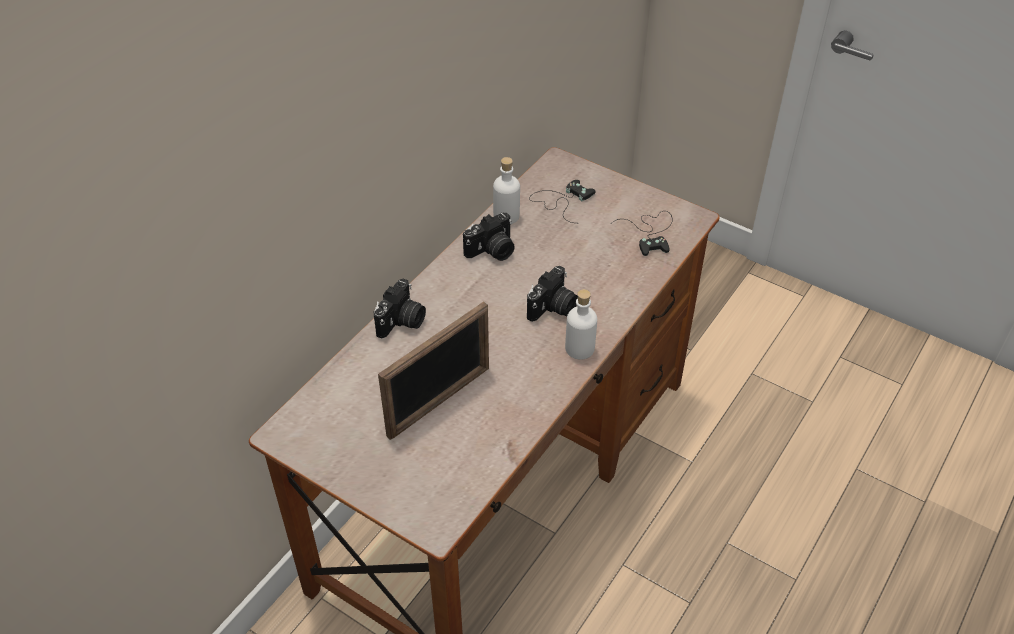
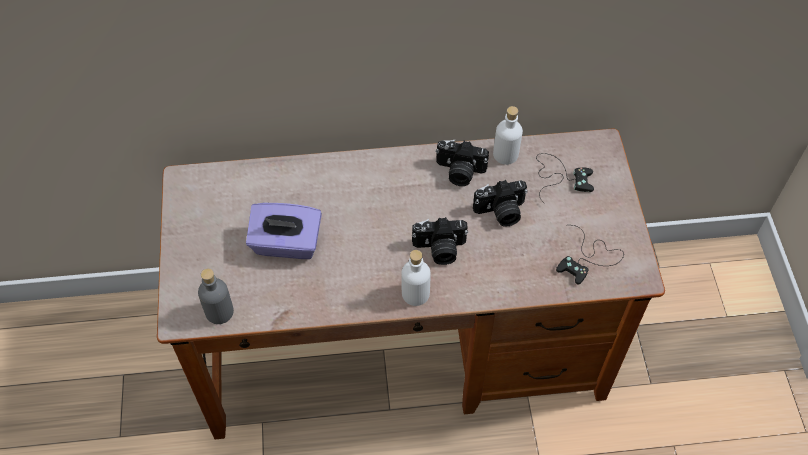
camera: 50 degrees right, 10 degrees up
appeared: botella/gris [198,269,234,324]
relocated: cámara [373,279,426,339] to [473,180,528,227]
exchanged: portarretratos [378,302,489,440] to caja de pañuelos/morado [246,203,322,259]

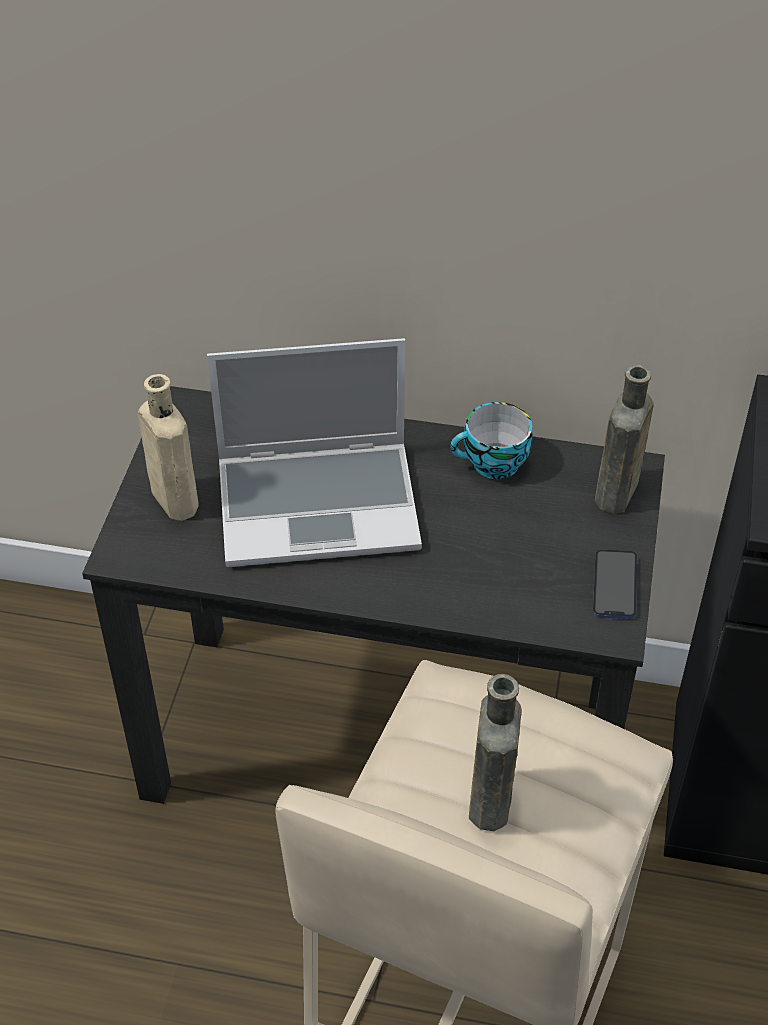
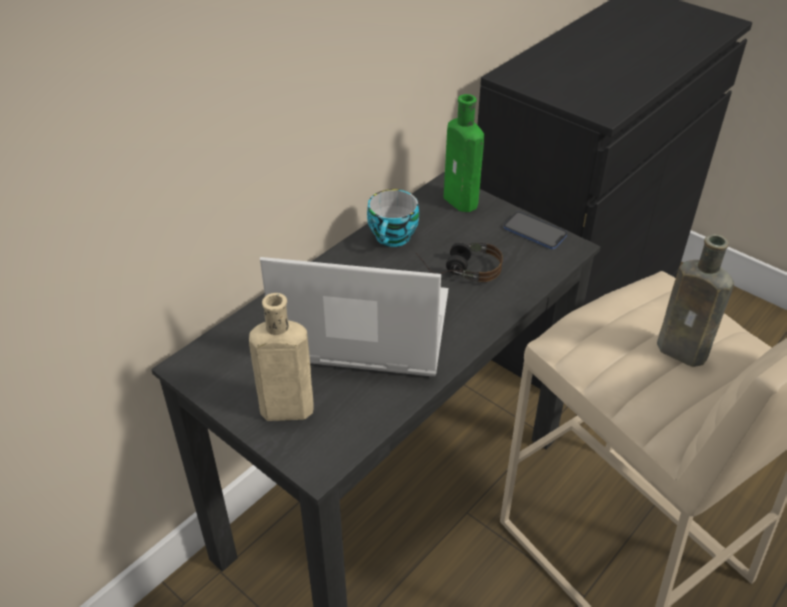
camera: 60 degrees left, 5 degrees down
appeared: auriculares [415,243,503,282]
colour: botella/marrón [595,364,653,514] to botella/verde [444,94,484,212]
spun: portátil [207,338,422,567] = [260,257,448,376] 105 degrees counterclockwise

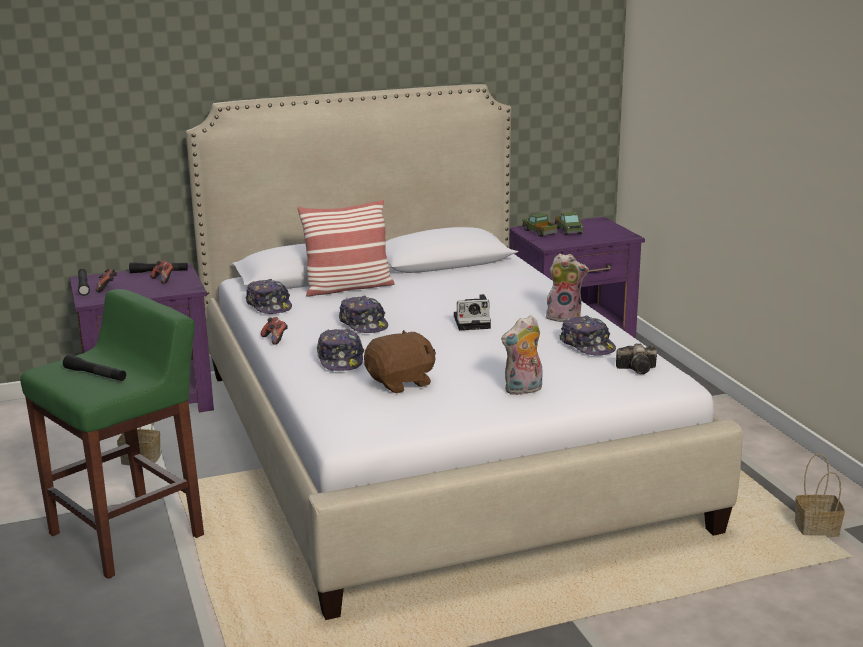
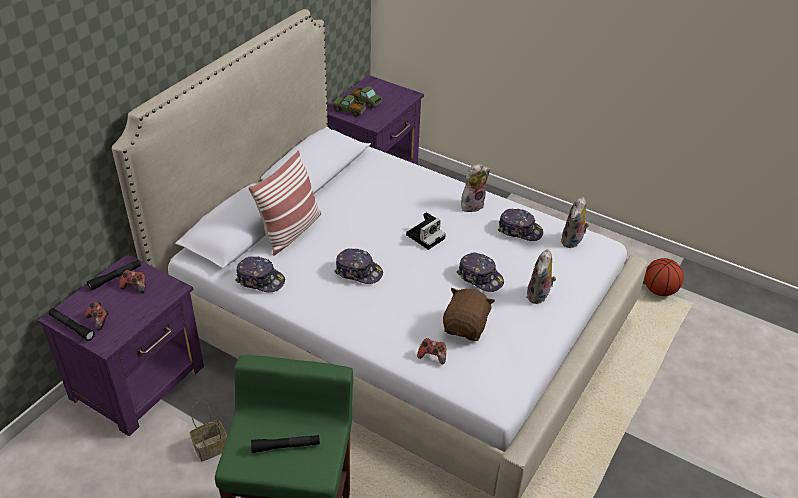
camera: 40 degrees left, 20 degrees up
relocated: mando de consola [261,317,288,345] to [417,338,446,364]; gorra [317,329,364,371] to [457,252,504,292]
exchanged: cámara [616,343,657,374] to peluche [561,196,589,248]; cesta [795,453,845,537] to balón de baloncesto [644,258,684,296]

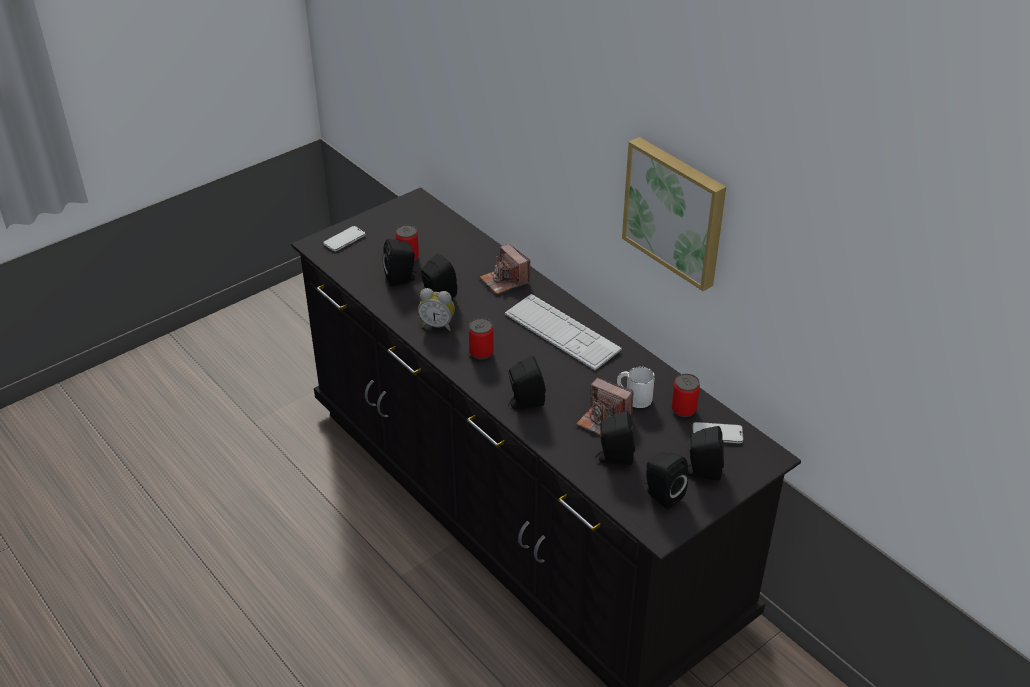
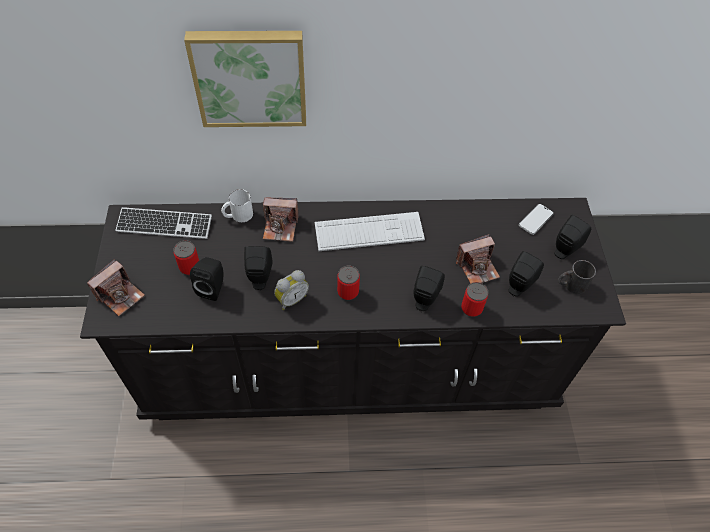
camera: 55 degrees left, 15 degrees up
appeared: teclado [115,207,212,239]
relocated: taza grande/blanco [617,366,655,408] to [221,189,253,222]; cuadro [622,137,726,291] to [184,31,306,127]; lata [672,374,700,417] to [461,282,488,317]
exchanged: móvil [323,226,366,251] to cámara [87,259,145,316]; altavoz/negro [646,452,688,510] to taza grande/negro [558,260,596,294]

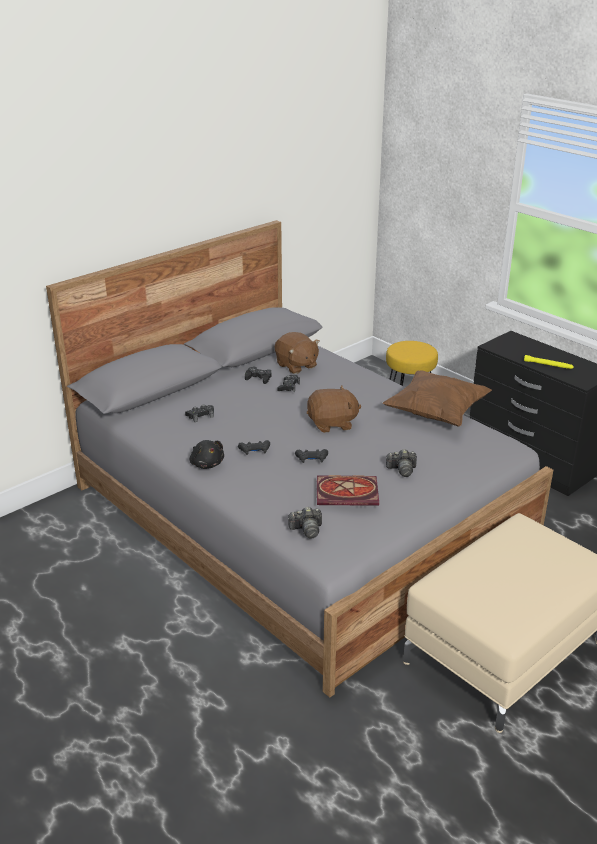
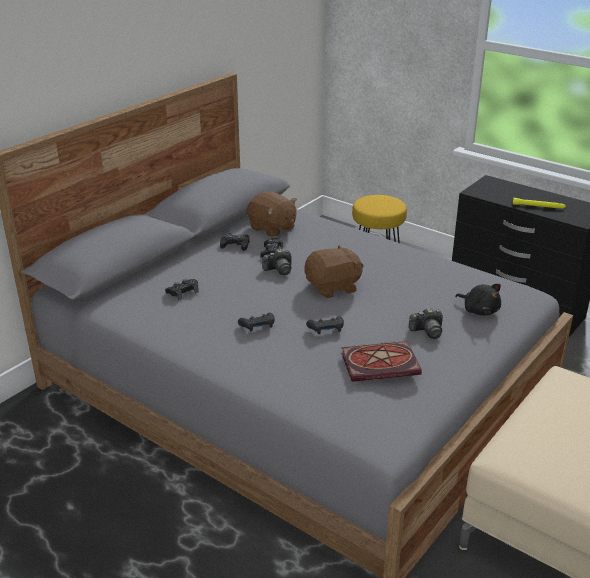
camera: 10 degrees left, 0 degrees up
missing: cojín/marrón [383,371,492,427]
relocated: peluche/negro [190,440,224,469] to [455,284,501,316]; cámara [288,507,322,538] to [262,249,291,275]

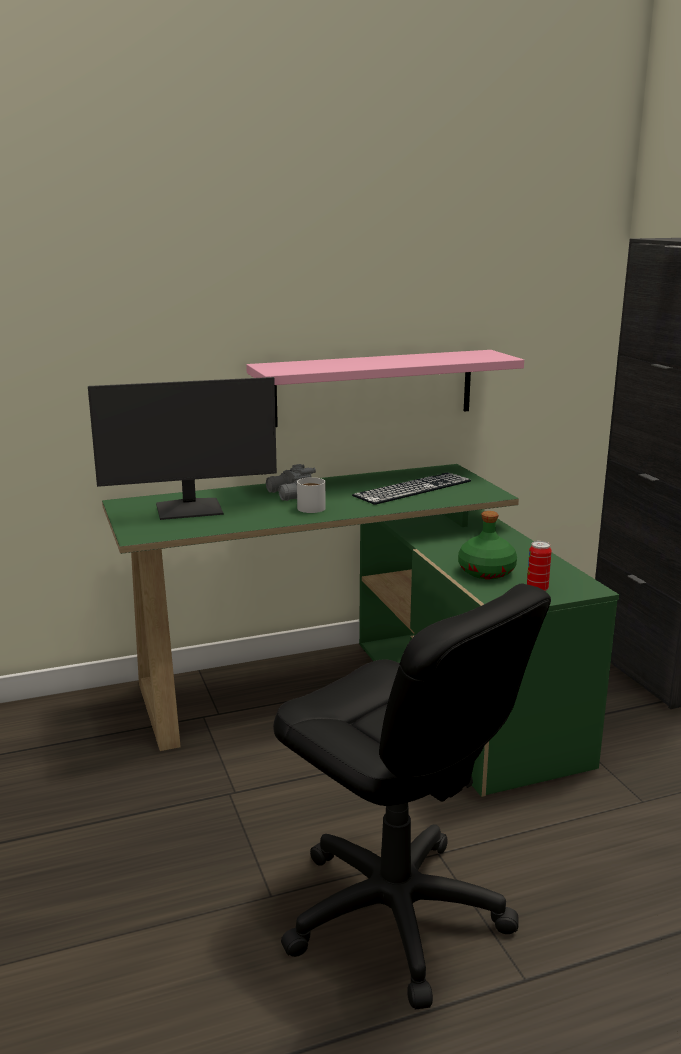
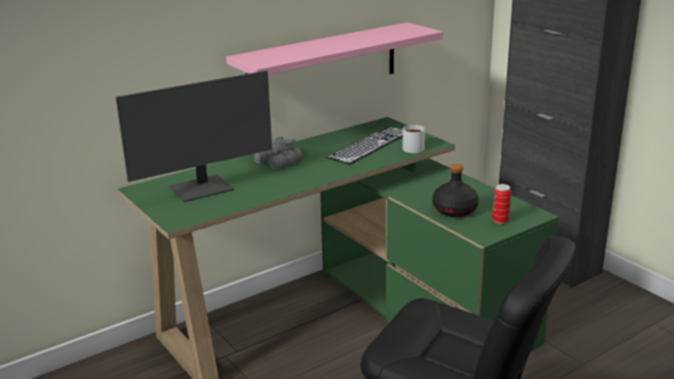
camera: 15 degrees left, 5 degrees up
relocated: taza grande/blanco [297,477,326,513] to [403,125,425,153]
colour: botella/verde [458,511,517,579] to botella/negro [432,164,479,217]

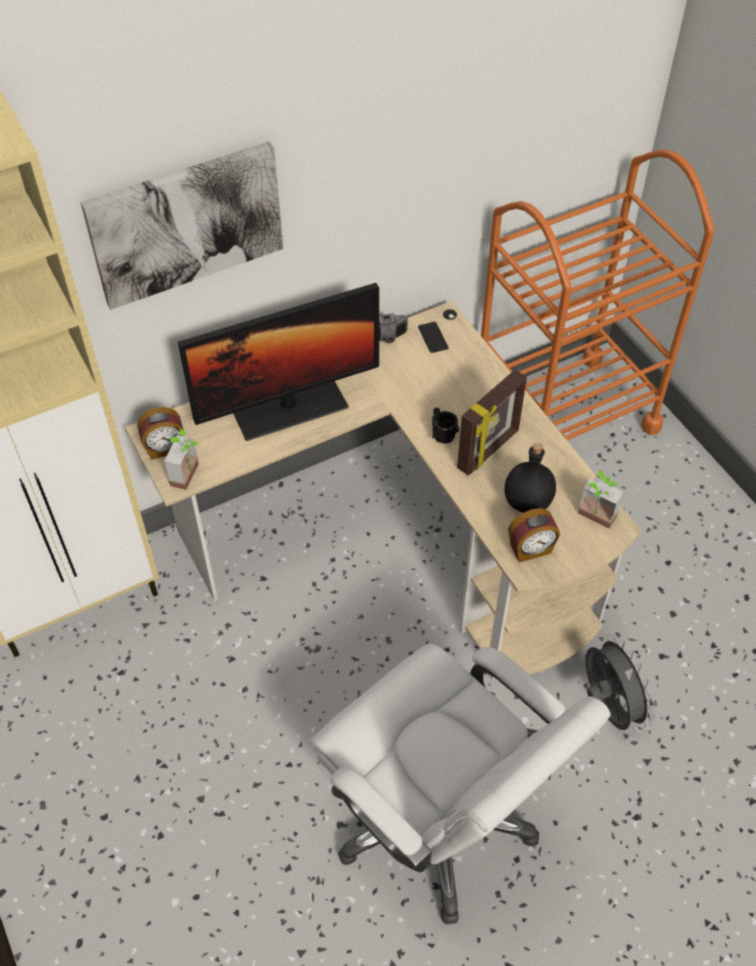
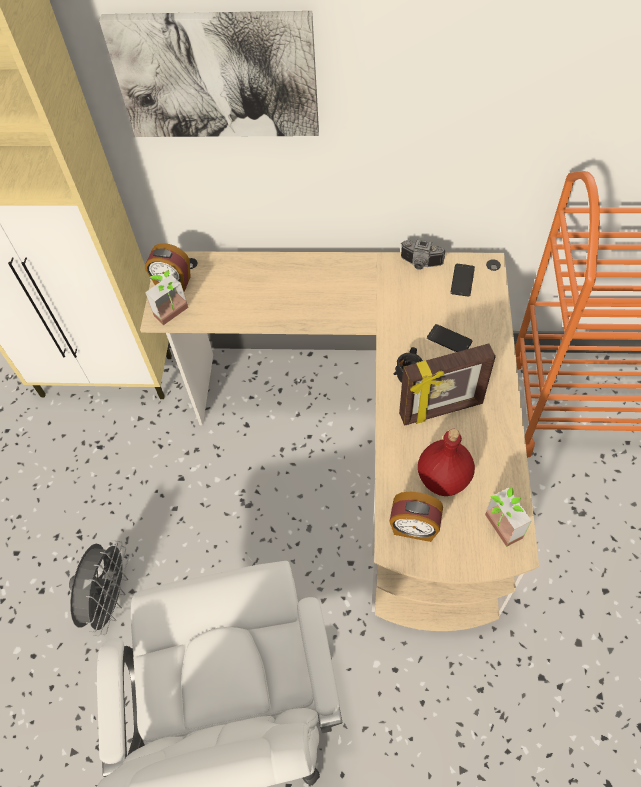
camera: 35 degrees right, 5 degrees up
missing: monitor [178,283,379,441]
appeared: móvil [427,324,473,352]
relocated: ventilador/gris [585,634,655,730] to [69,540,129,637]
colour: botella/negro [505,443,556,513] to botella/rojo [418,429,475,496]

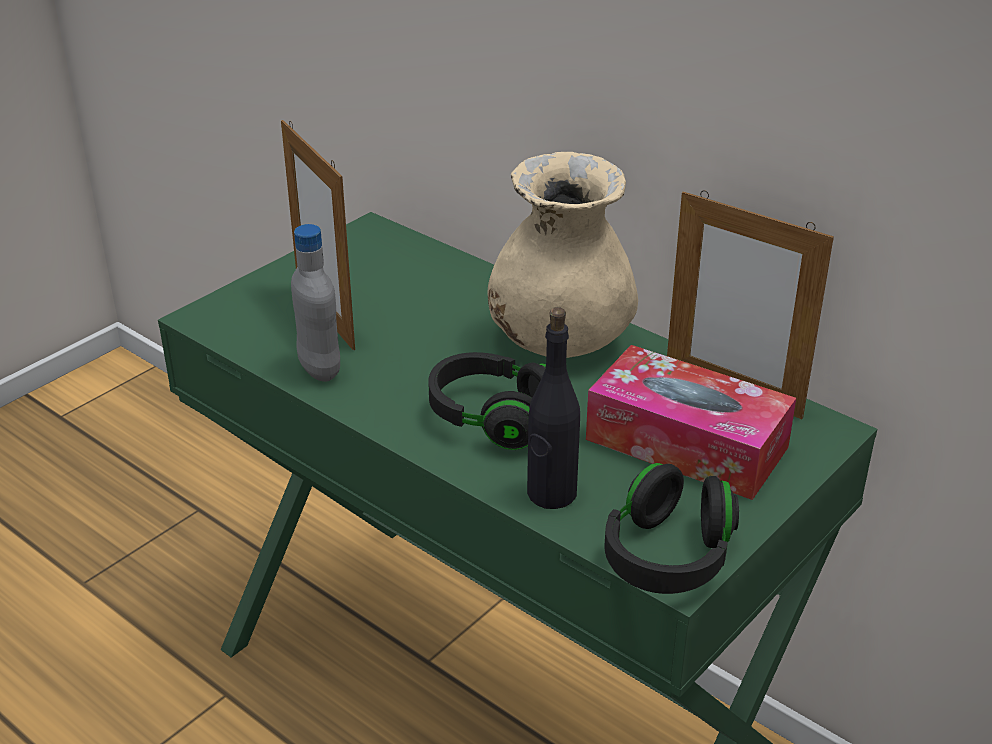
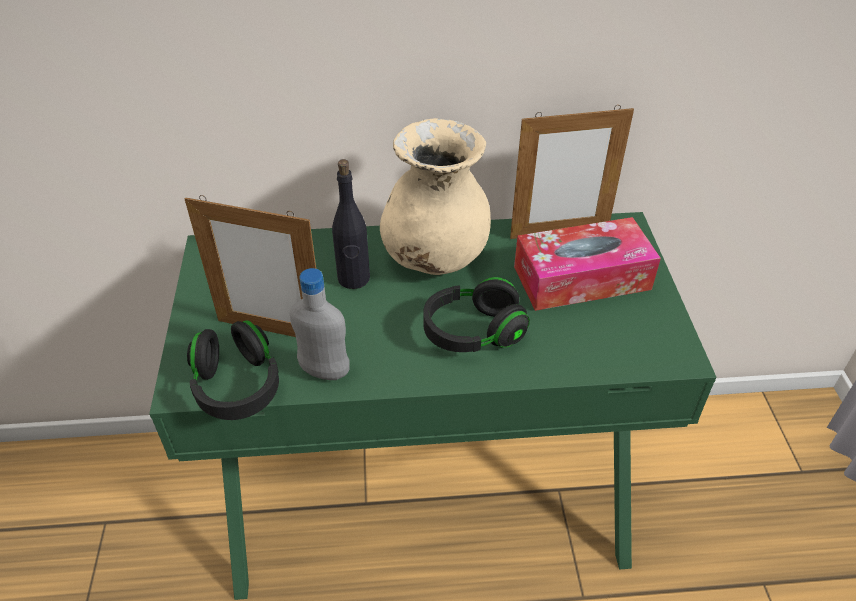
camera: 45 degrees left, 10 degrees up
relocated: botella/negro [527,307,580,509] to [332,159,370,289]; auriculares/negro [604,463,739,594] to [187,320,279,420]

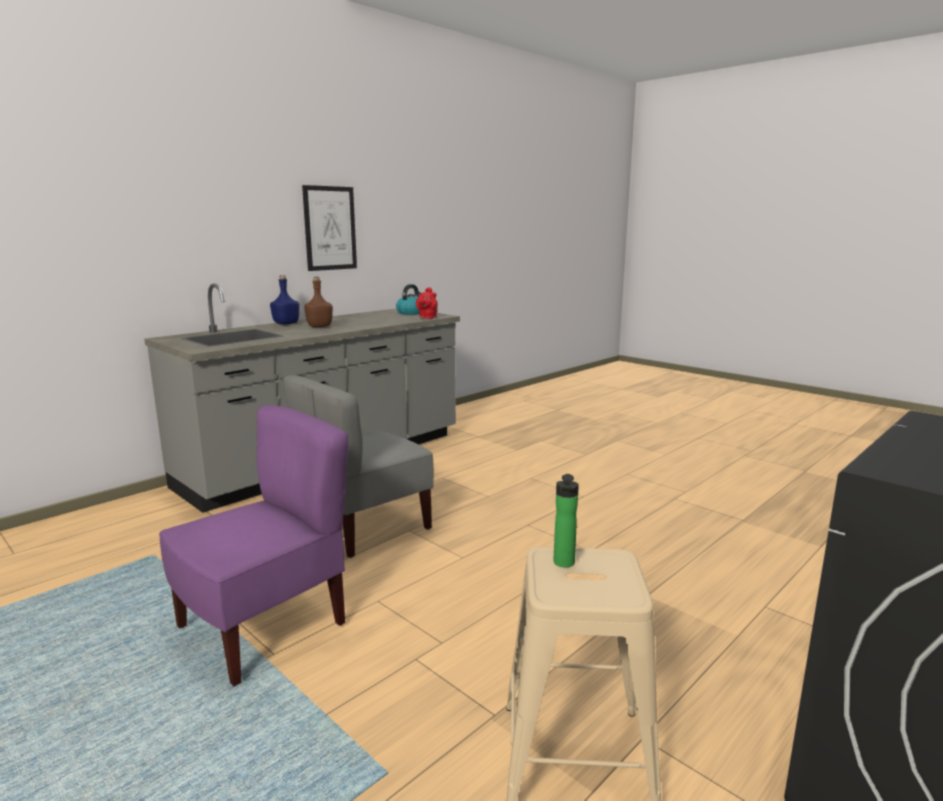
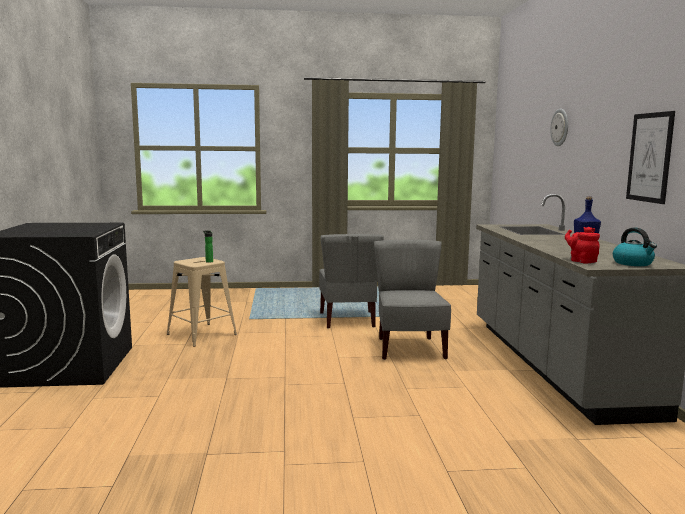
camera: 130 degrees right, 5 degrees down
missing: botella/marrón [304,277,333,327]
appeared: reloj de pared [550,108,568,146]
colour: silla/morado [159,405,348,686] to silla/gris [319,234,384,329]

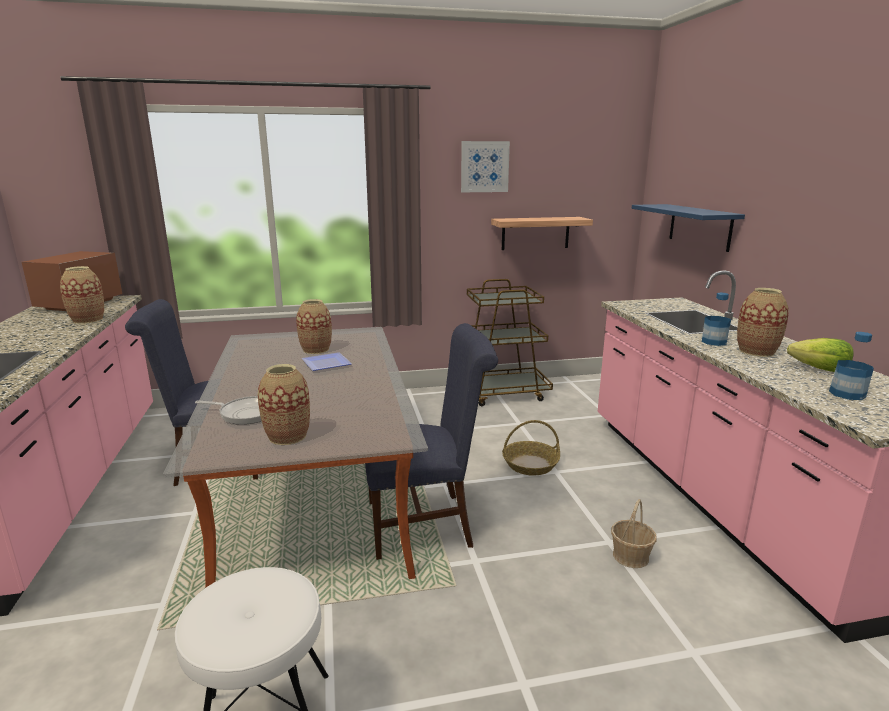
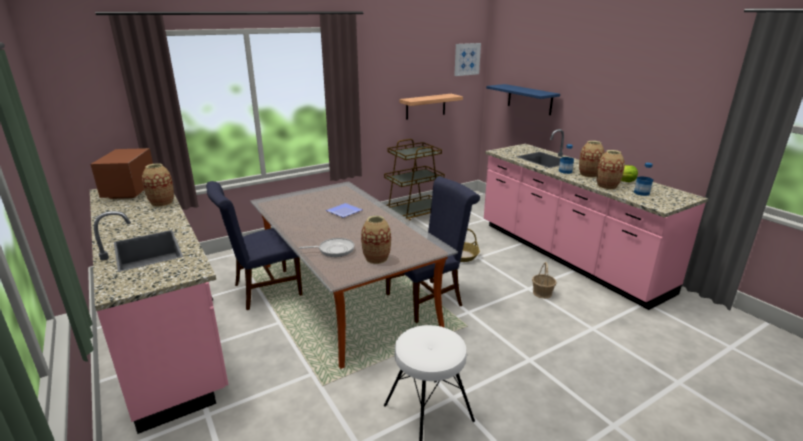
camera: 20 degrees left, 5 degrees up
relocated: florero [296,299,332,354] to [597,150,625,190]; cuadro [461,141,510,192] to [454,43,481,76]

